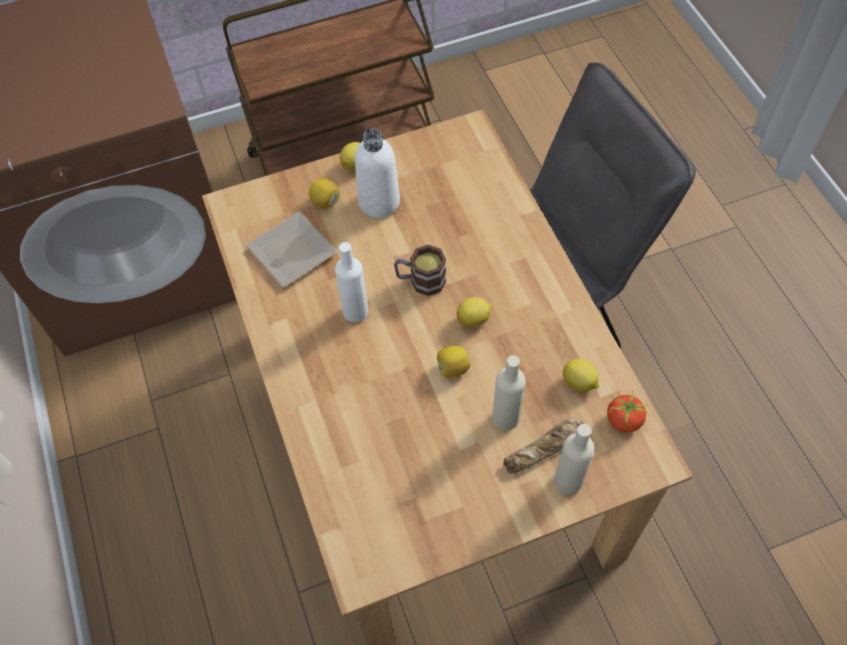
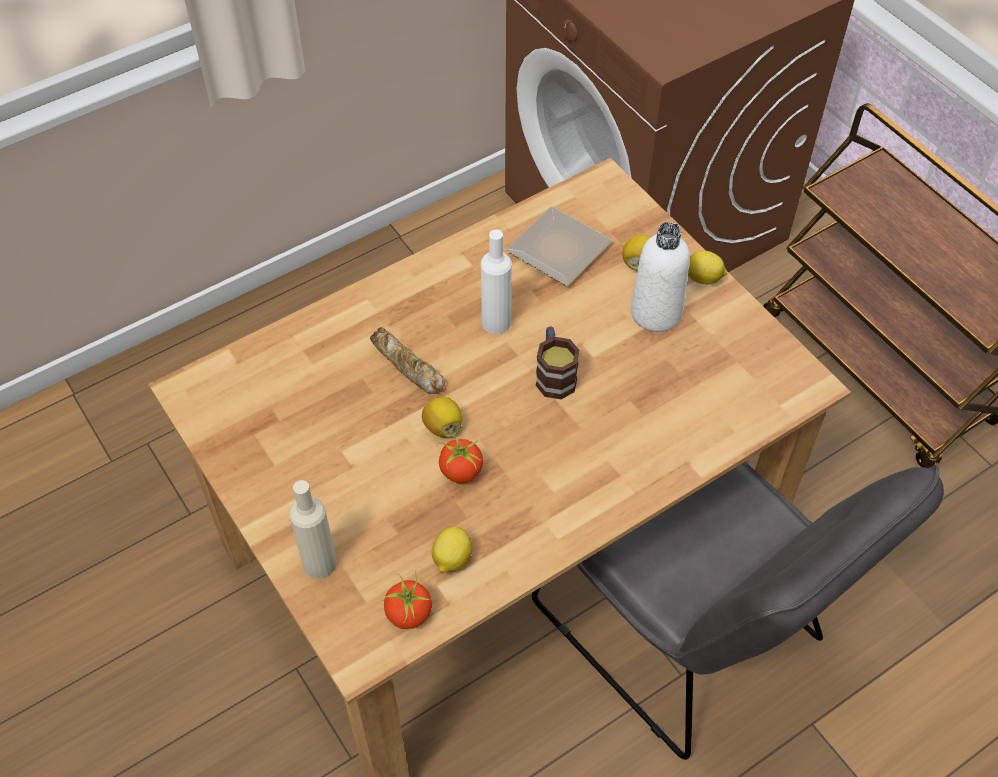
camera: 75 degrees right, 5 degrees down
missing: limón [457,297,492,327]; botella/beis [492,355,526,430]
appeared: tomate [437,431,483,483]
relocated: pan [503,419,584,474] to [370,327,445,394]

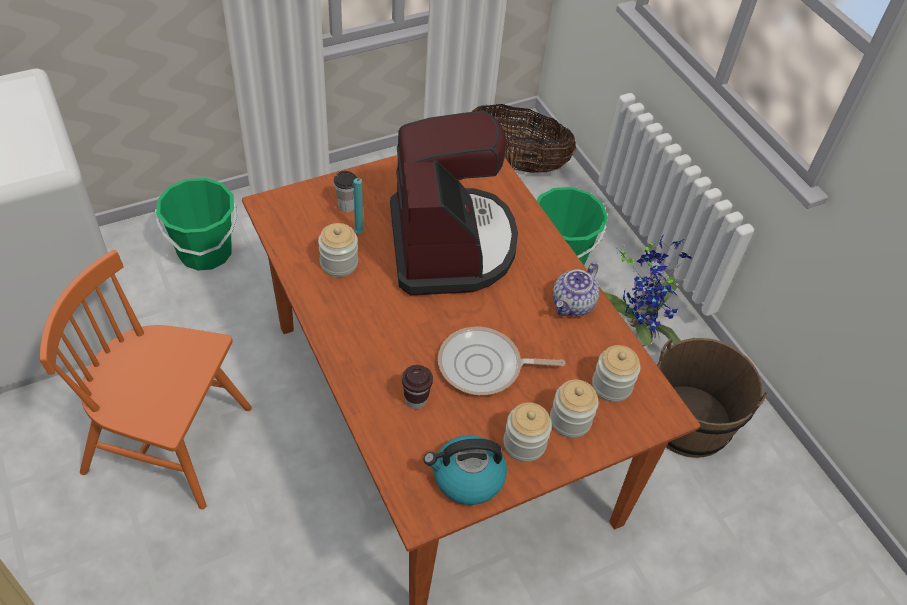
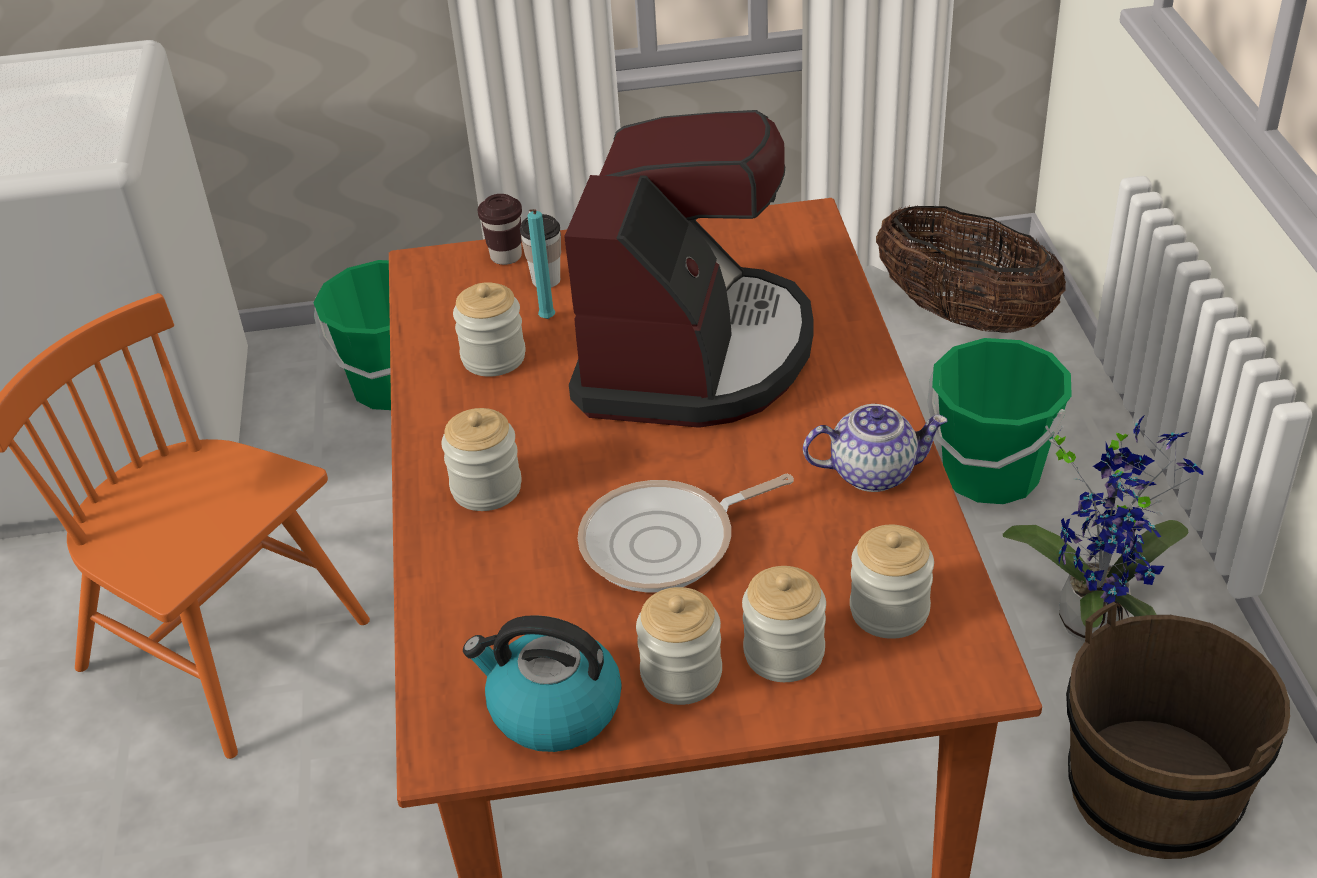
camera: 25 degrees right, 10 degrees down
appeared: tarro [441,408,522,511]
relocated: taza/marrón [402,365,433,409] to [478,194,522,265]
spun: sartén [438,327,565,395] = [577,474,794,592] 45 degrees counterclockwise; tetera [553,262,599,316] = [803,404,948,492] 150 degrees counterclockwise

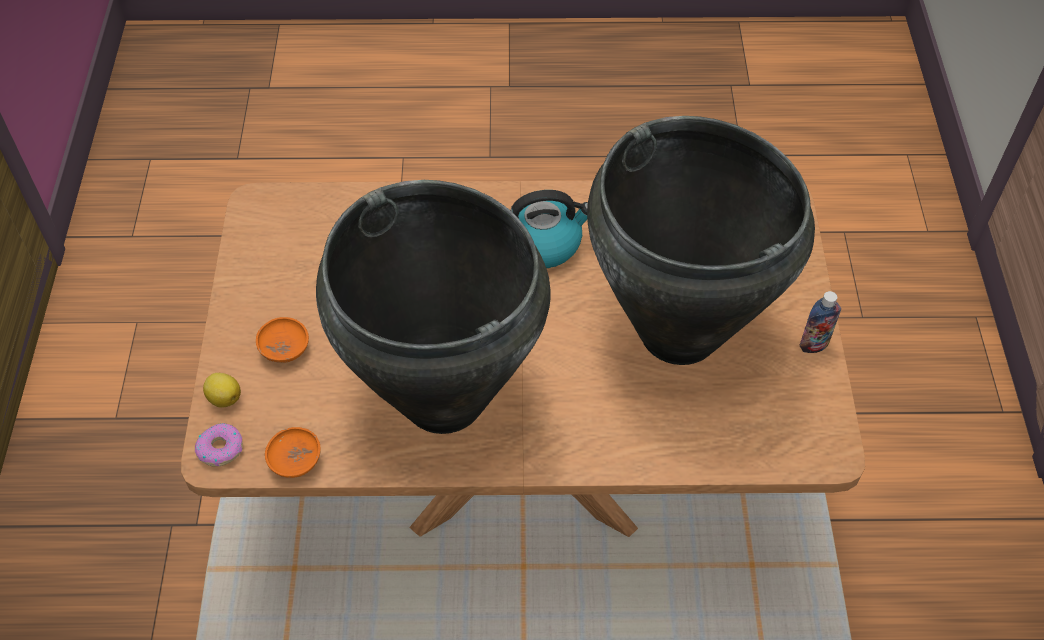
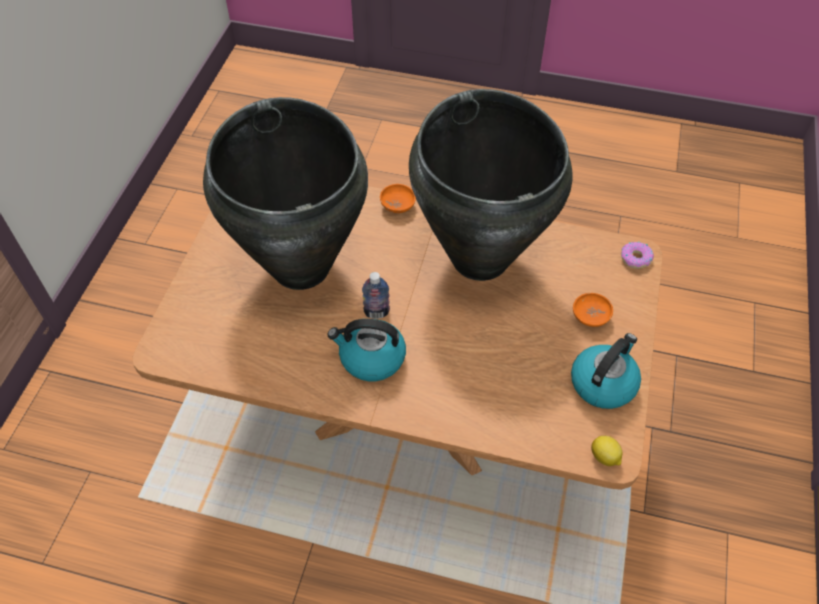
camera: 165 degrees left, 0 degrees up
appeared: hervidor [571,333,641,409]
relocated: limón [203,373,241,408] to [591,436,622,466]; cuenco/naranja [265,427,320,478] to [380,184,416,213]; botella [800,291,841,353] to [362,272,390,319]

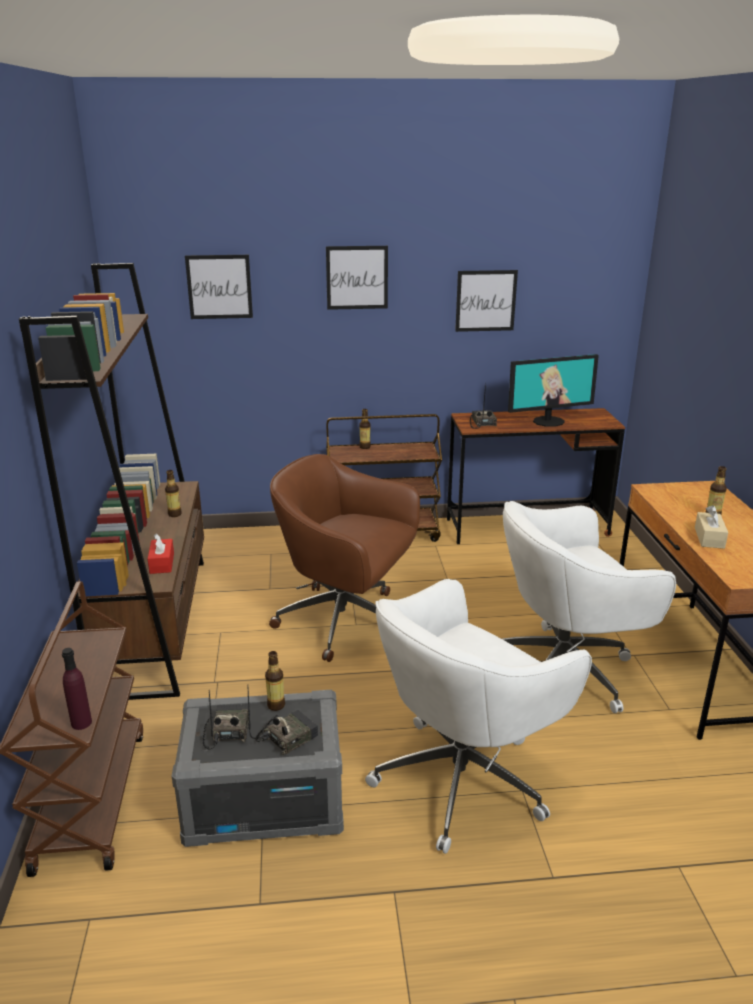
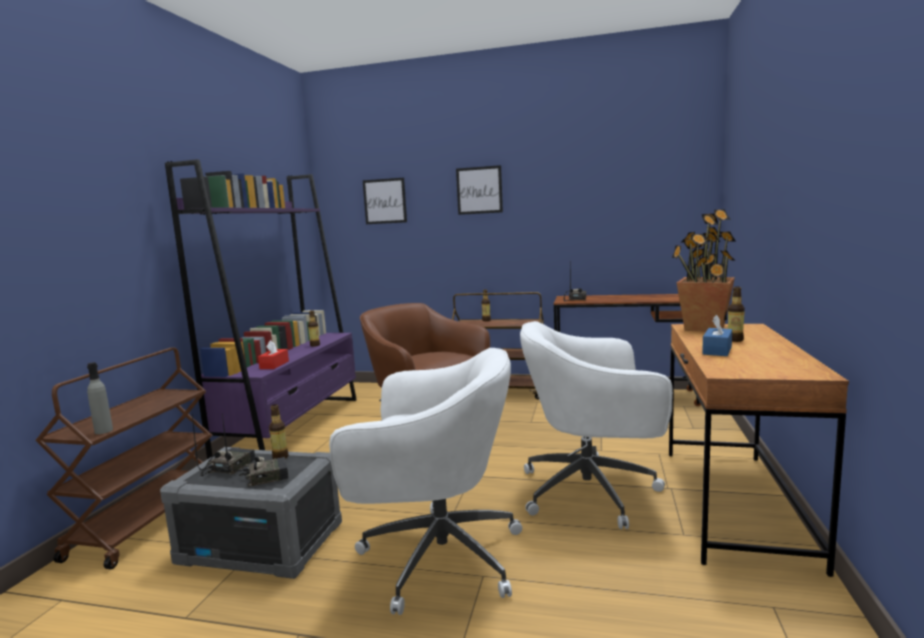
camera: 20 degrees right, 15 degrees down
missing: cuadro [455,270,518,332]; monitor [508,354,599,427]
appeared: planta en maceta [672,209,736,332]
colour: estantería/marrón [19,263,204,700] to estantería/morado [165,159,357,459]; botella/morado [62,648,92,730] to botella/gris [87,362,113,434]; caja de pañuelos/beis [695,505,728,549] to caja de pañuelos/azul [702,315,732,356]
spun: silla de oficina/blanco [365,579,592,854] = [329,348,522,615] 150 degrees counterclockwise

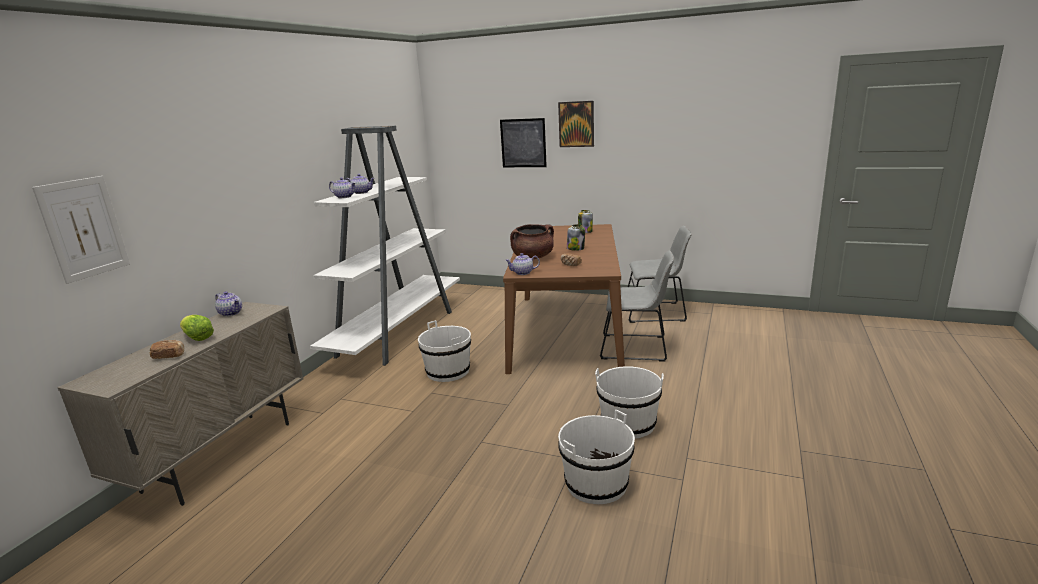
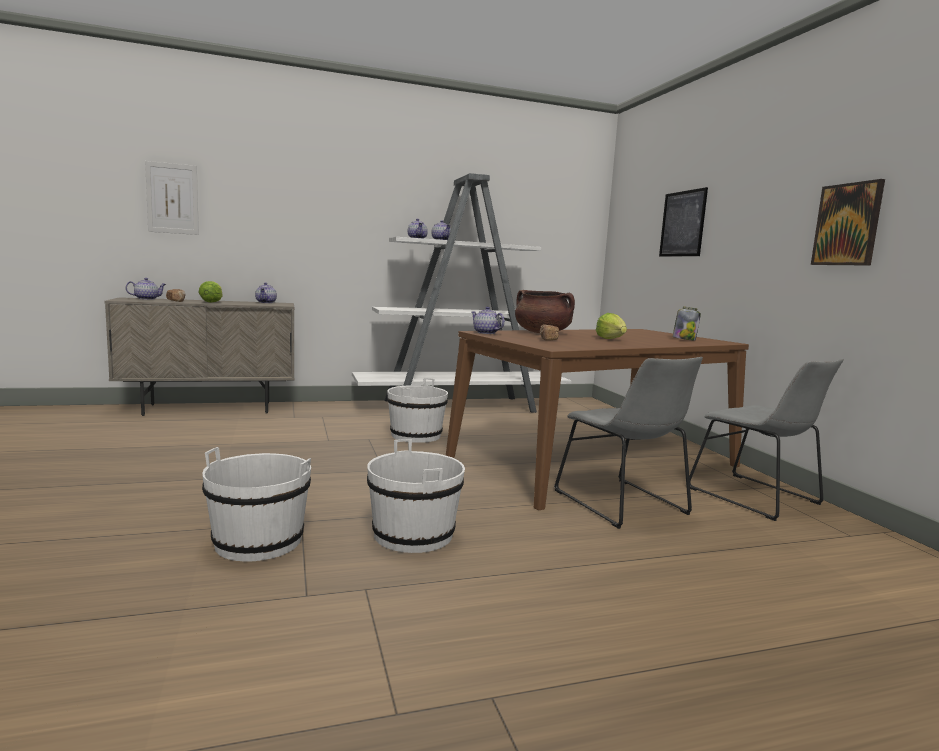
camera: 50 degrees right, 10 degrees down
appeared: tetera [126,278,166,300]
relocated: cuadro [558,101,594,147] to [811,179,885,266]
exchanged: tarro [567,224,585,251] to lechuga [596,313,627,339]

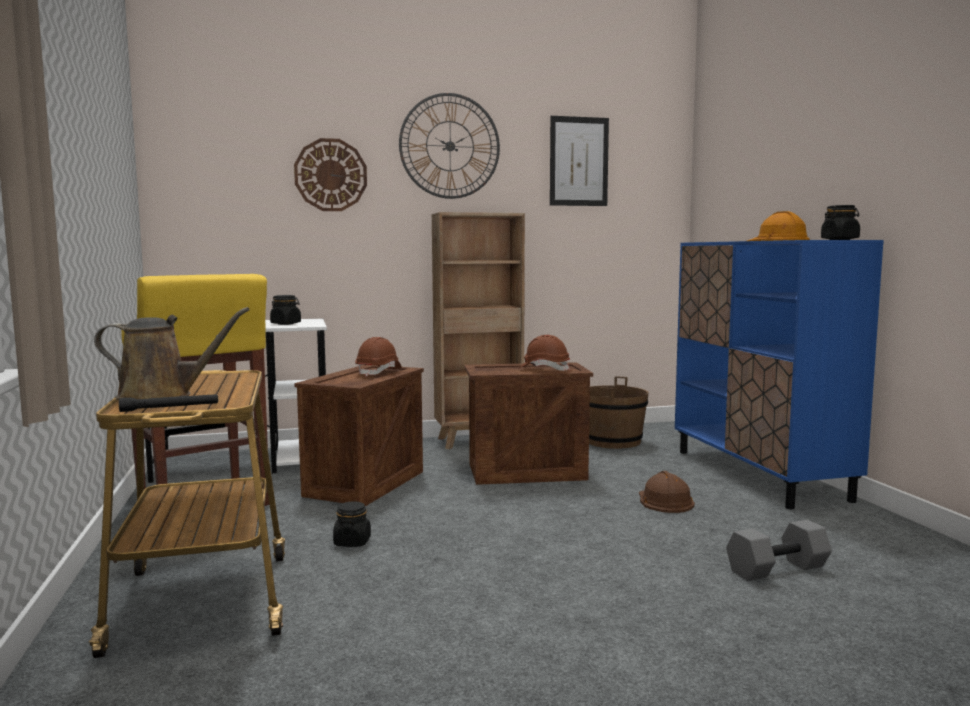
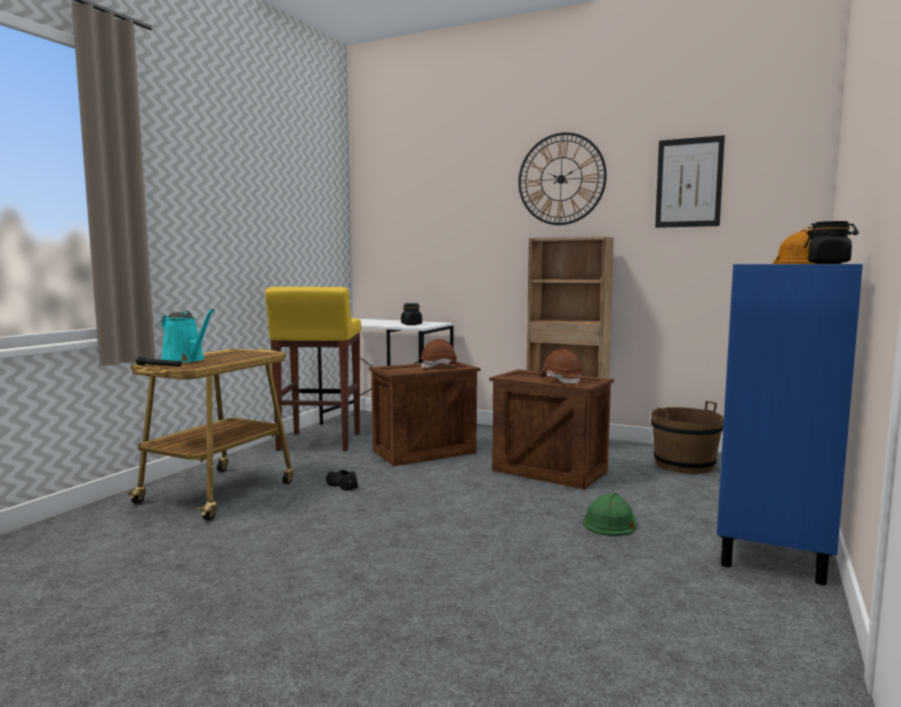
camera: 40 degrees right, 0 degrees up
missing: reloj de pared [294,138,367,211]; mancuerna/gris [726,520,832,581]
exchanged: tarro/negro [333,501,371,547] to zapato/negro [326,470,358,491]
colour: regadera/marrón [94,307,250,400] to regadera/turquesa [161,309,215,363]; casco/marrón [639,471,695,513] to casco/verde [583,493,637,536]

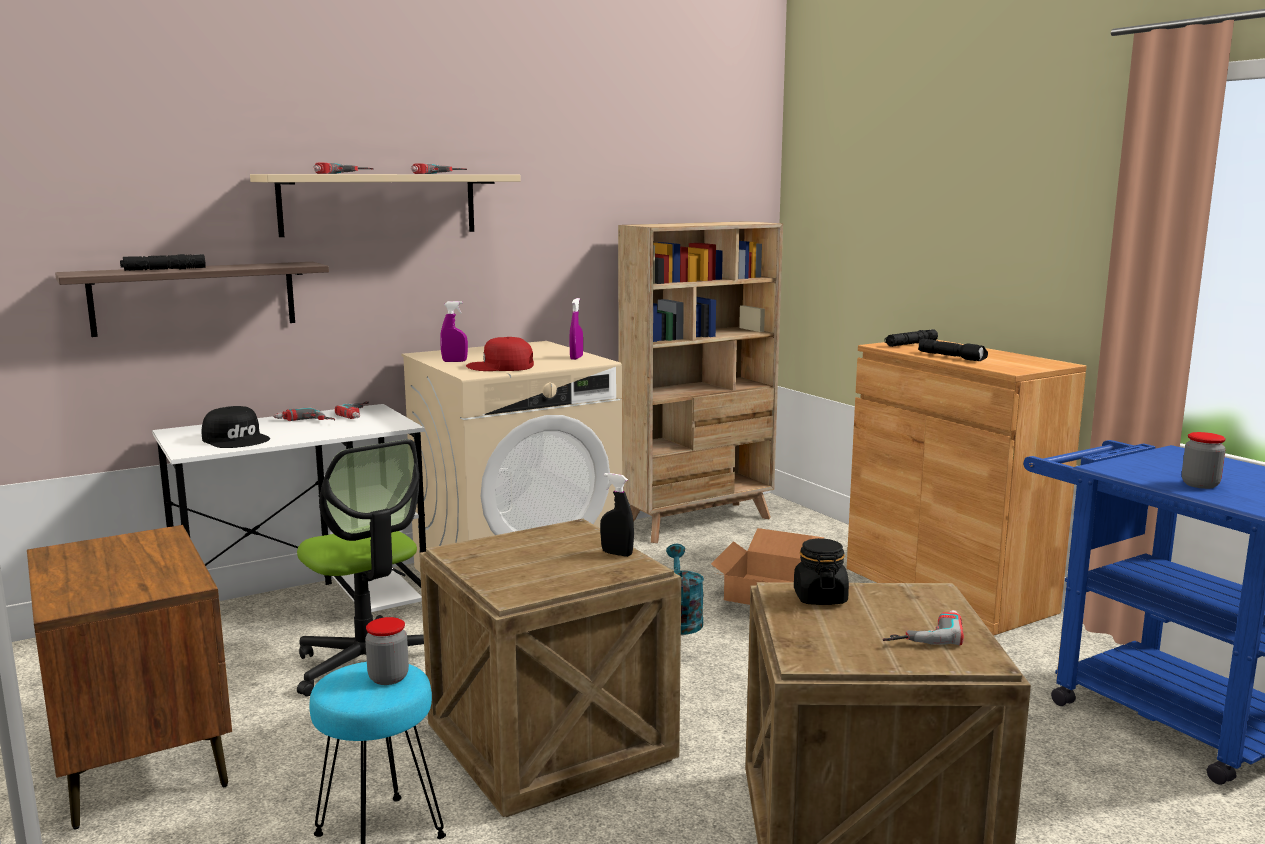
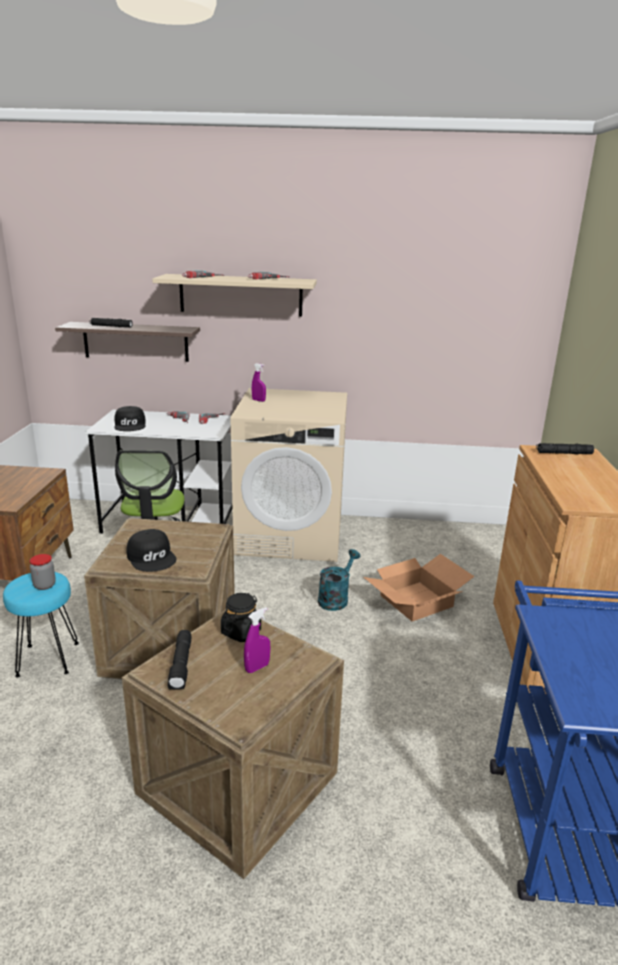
camera: 35 degrees right, 10 degrees up
missing: gorra/rojo [466,337,534,371]; pulverizador/negro [600,473,634,557]; estantería/beis [618,221,783,543]; taladro [883,610,964,646]; tarro [1182,432,1226,489]
appeared: gorra/negro [126,529,176,572]
relocated: pulverizador/morado [569,298,583,360] to [244,607,270,673]; linterna/negro [918,339,988,361] to [167,630,192,690]

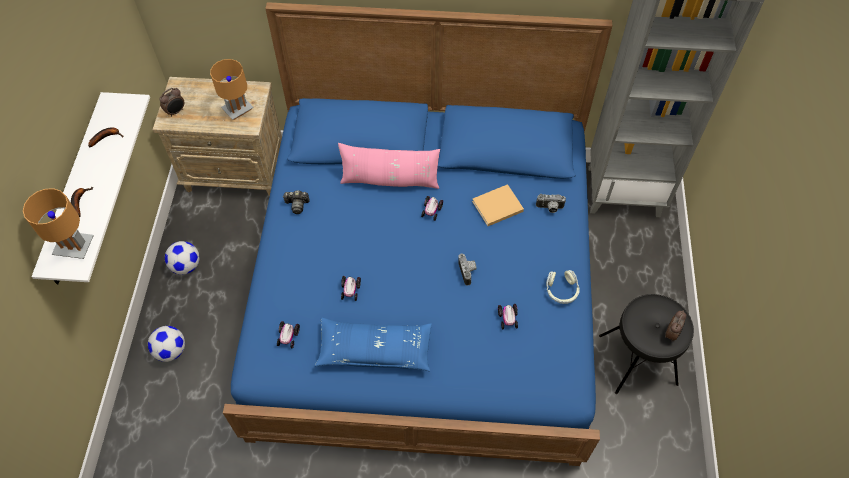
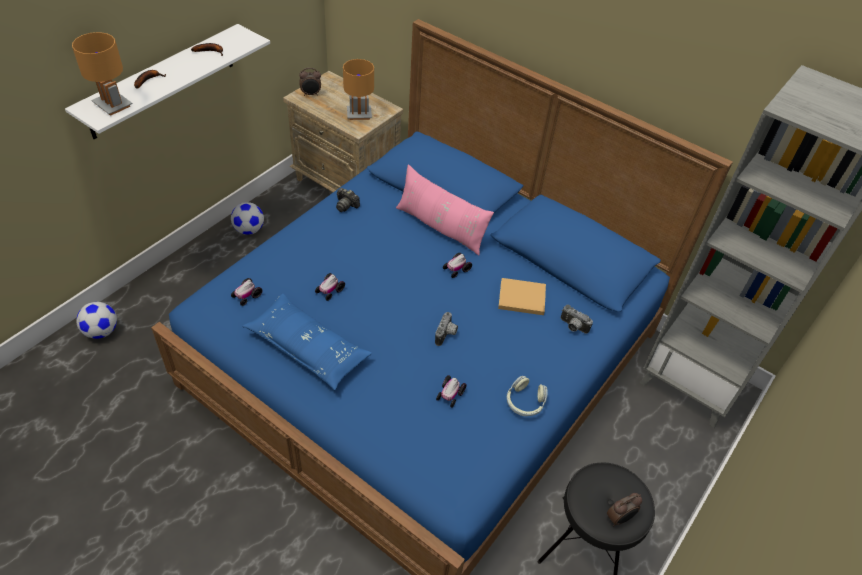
camera: 30 degrees right, 10 degrees down
relocated: balón de fútbol [148,326,185,362] to [76,302,117,339]

